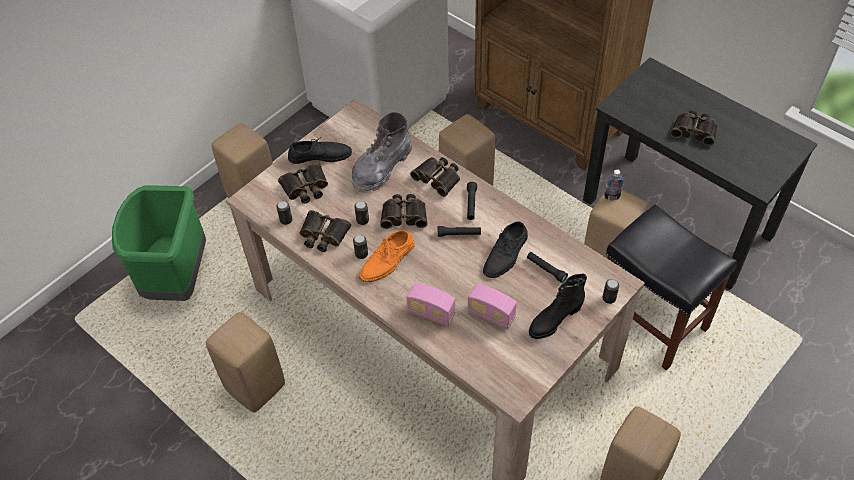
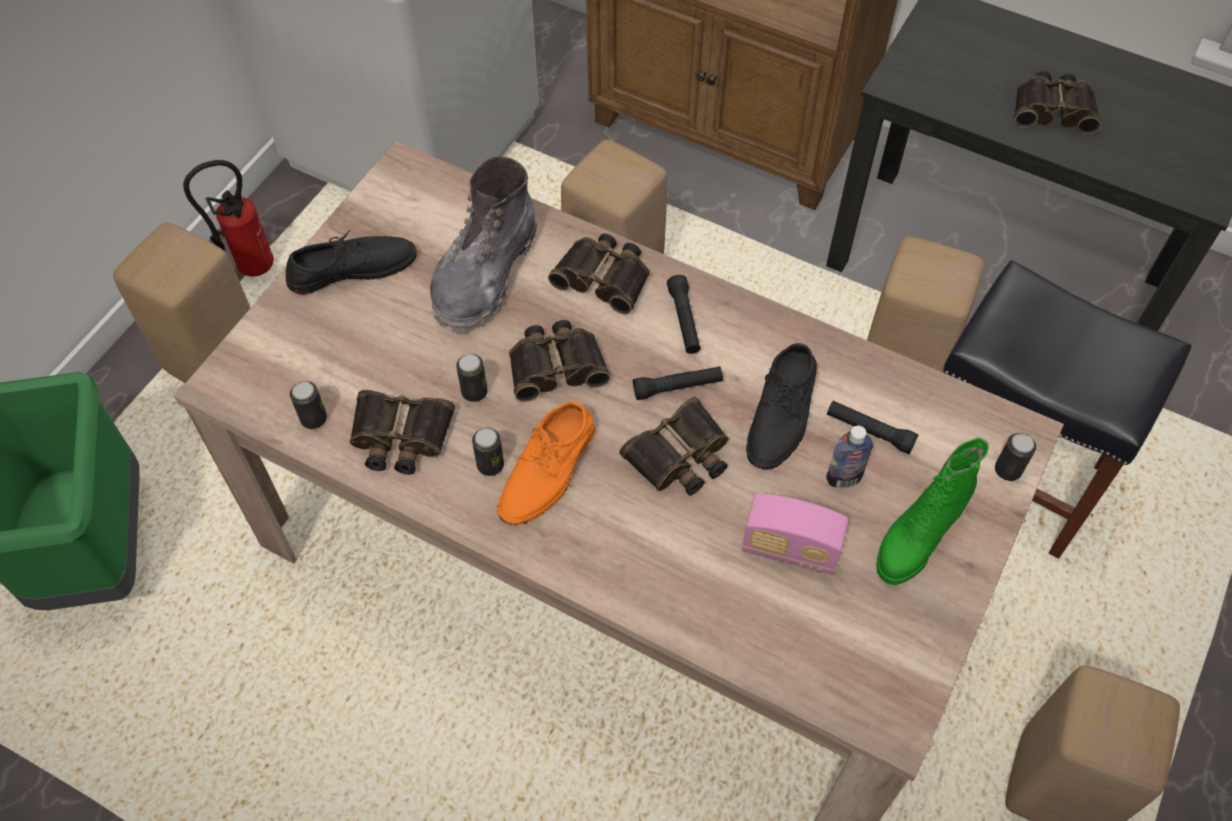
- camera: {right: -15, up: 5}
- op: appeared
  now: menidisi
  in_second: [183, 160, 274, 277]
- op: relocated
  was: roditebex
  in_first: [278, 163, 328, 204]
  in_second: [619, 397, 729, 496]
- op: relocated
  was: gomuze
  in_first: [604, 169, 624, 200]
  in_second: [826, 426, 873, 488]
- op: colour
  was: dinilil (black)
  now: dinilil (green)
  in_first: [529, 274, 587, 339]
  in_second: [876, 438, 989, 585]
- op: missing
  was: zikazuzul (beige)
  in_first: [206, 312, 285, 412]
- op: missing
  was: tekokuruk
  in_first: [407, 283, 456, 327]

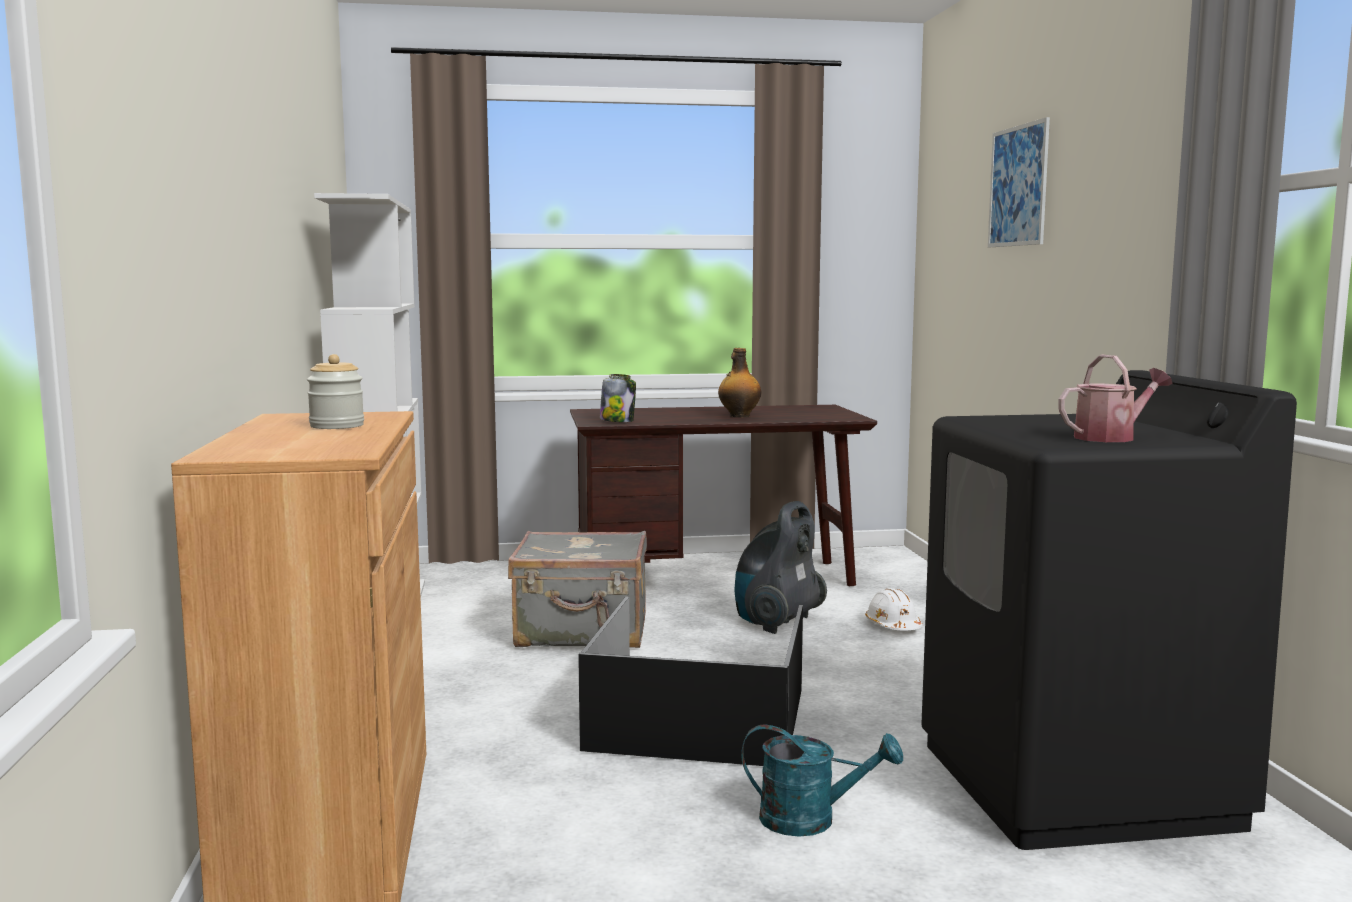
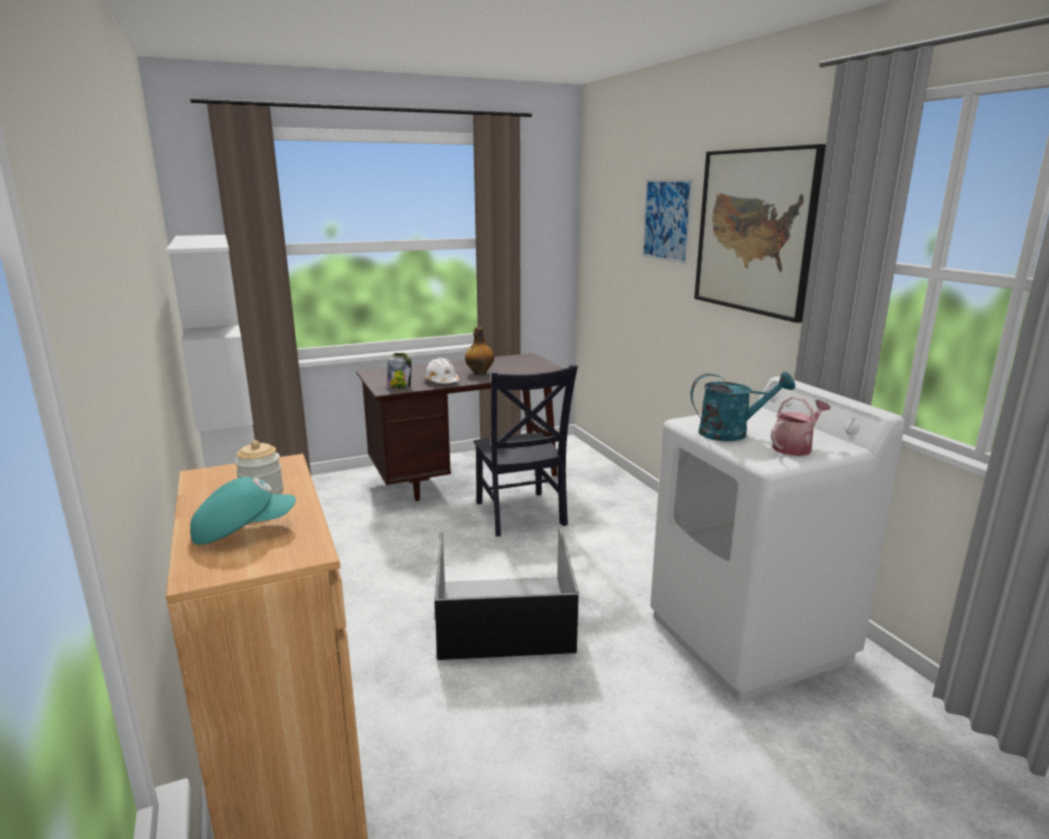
- camera: {right: -15, up: 10}
- op: appeared
  now: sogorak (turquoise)
  in_second: [190, 477, 296, 545]
- op: relocated
  was: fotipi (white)
  in_first: [865, 588, 922, 631]
  in_second: [424, 358, 460, 383]
- op: exchanged
  was: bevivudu
  now: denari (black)
  in_first: [735, 501, 827, 634]
  in_second: [473, 364, 578, 537]
- op: colour
  was: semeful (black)
  now: semeful (white)
  in_first: [921, 370, 1297, 850]
  in_second: [650, 376, 905, 701]
- op: relocated
  was: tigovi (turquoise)
  in_first: [741, 724, 903, 837]
  in_second: [691, 372, 795, 441]
- op: appeared
  now: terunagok
  in_second: [694, 144, 826, 323]
- op: missing
  was: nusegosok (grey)
  in_first: [508, 531, 647, 648]

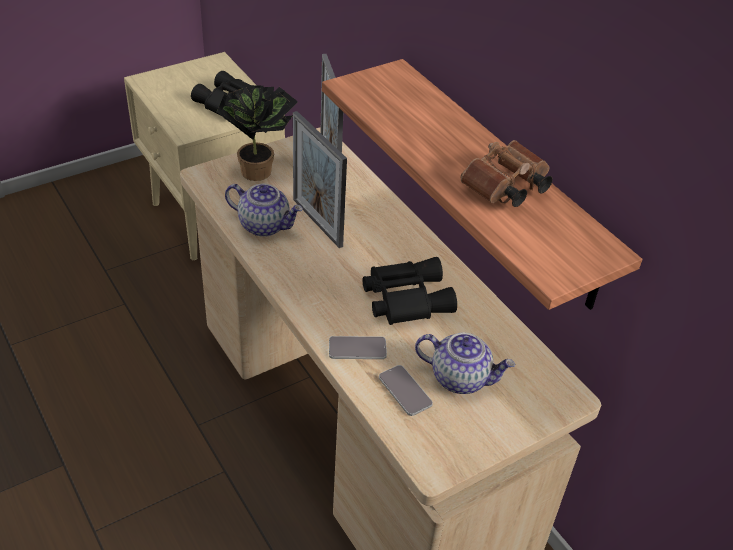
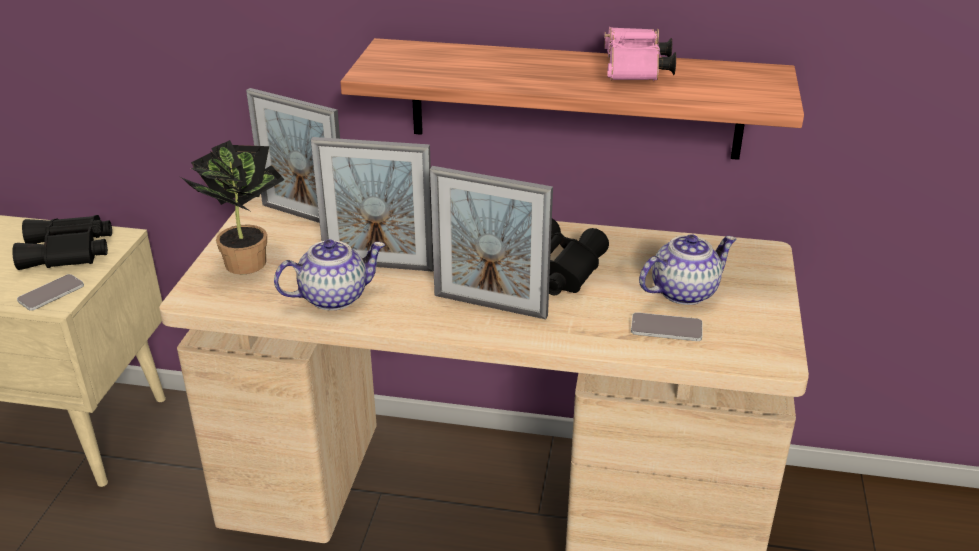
- camera: {right: -45, up: -10}
- op: relocated
  was: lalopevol
  in_first: [329, 336, 387, 359]
  in_second: [17, 274, 84, 311]
- op: appeared
  now: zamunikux
  in_second: [430, 166, 553, 319]
- op: colour
  was: roditebex (brown)
  now: roditebex (pink)
  in_first: [461, 140, 553, 207]
  in_second: [604, 27, 676, 81]

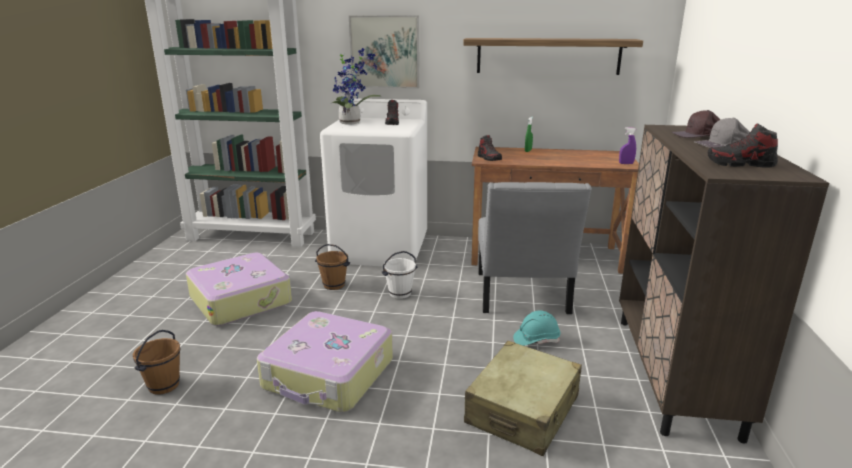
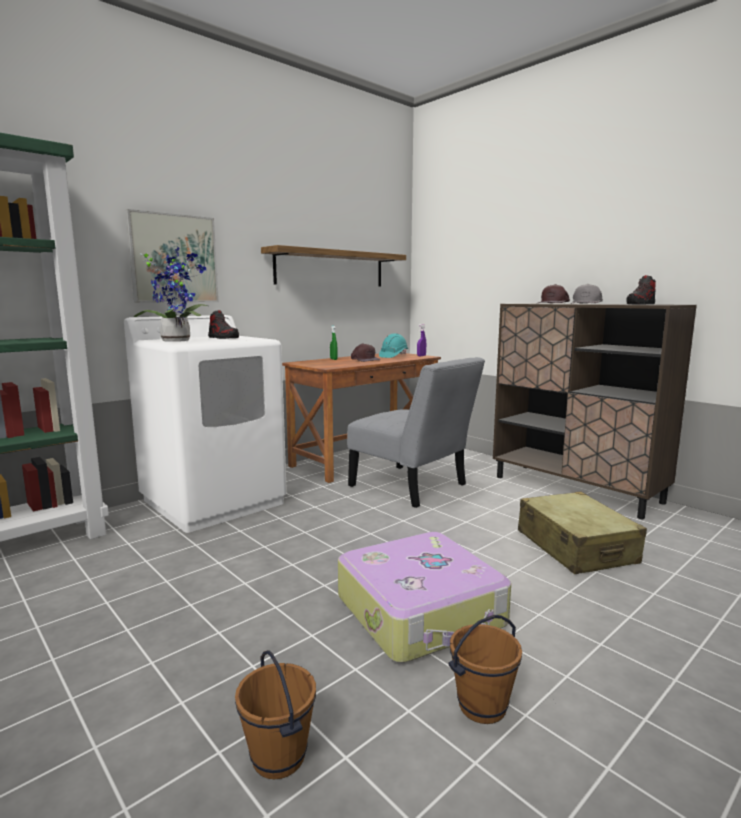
- camera: {right: -50, up: -10}
- op: appeared
  now: sogorak (brown)
  in_second: [351, 343, 381, 362]
- op: relocated
  was: fotipi (turquoise)
  in_first: [513, 310, 560, 346]
  in_second: [379, 333, 408, 358]
- op: relocated
  was: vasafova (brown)
  in_first: [315, 244, 350, 290]
  in_second: [448, 615, 522, 724]
- op: missing
  was: nusegosok
  in_first: [186, 253, 292, 326]
- op: missing
  was: vasafova (white)
  in_first: [382, 251, 417, 299]
- op: missing
  was: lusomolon
  in_first: [478, 135, 502, 161]

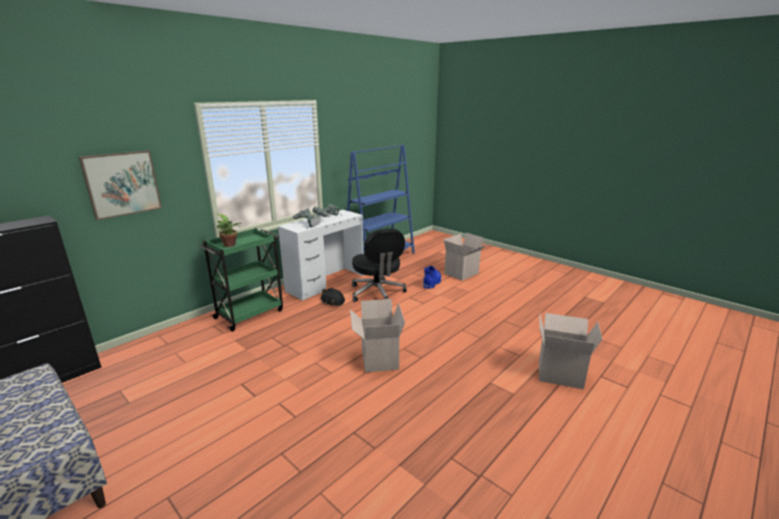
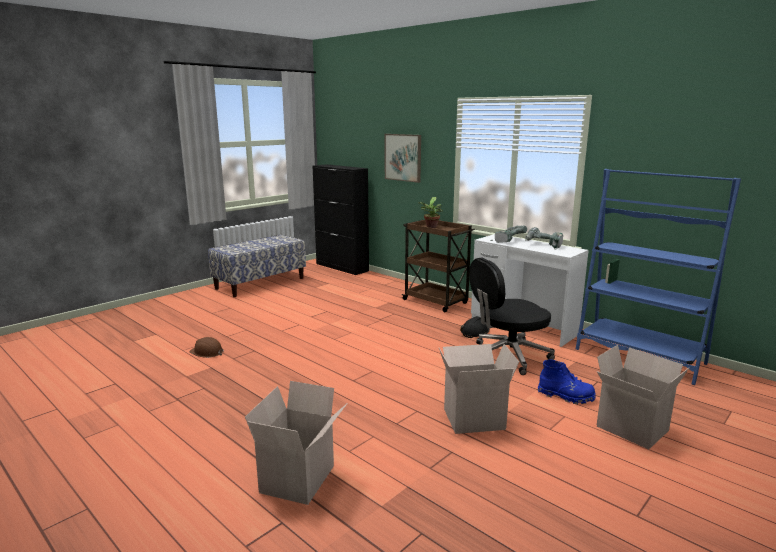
- camera: {right: 90, up: -5}
- op: appeared
  now: fotipi (brown)
  in_second: [189, 337, 224, 358]
- op: colour
  was: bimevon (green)
  now: bimevon (brown)
  in_first: [199, 228, 283, 332]
  in_second: [401, 220, 475, 312]
- op: relocated
  was: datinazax
  in_first: [350, 299, 405, 372]
  in_second: [439, 344, 519, 434]

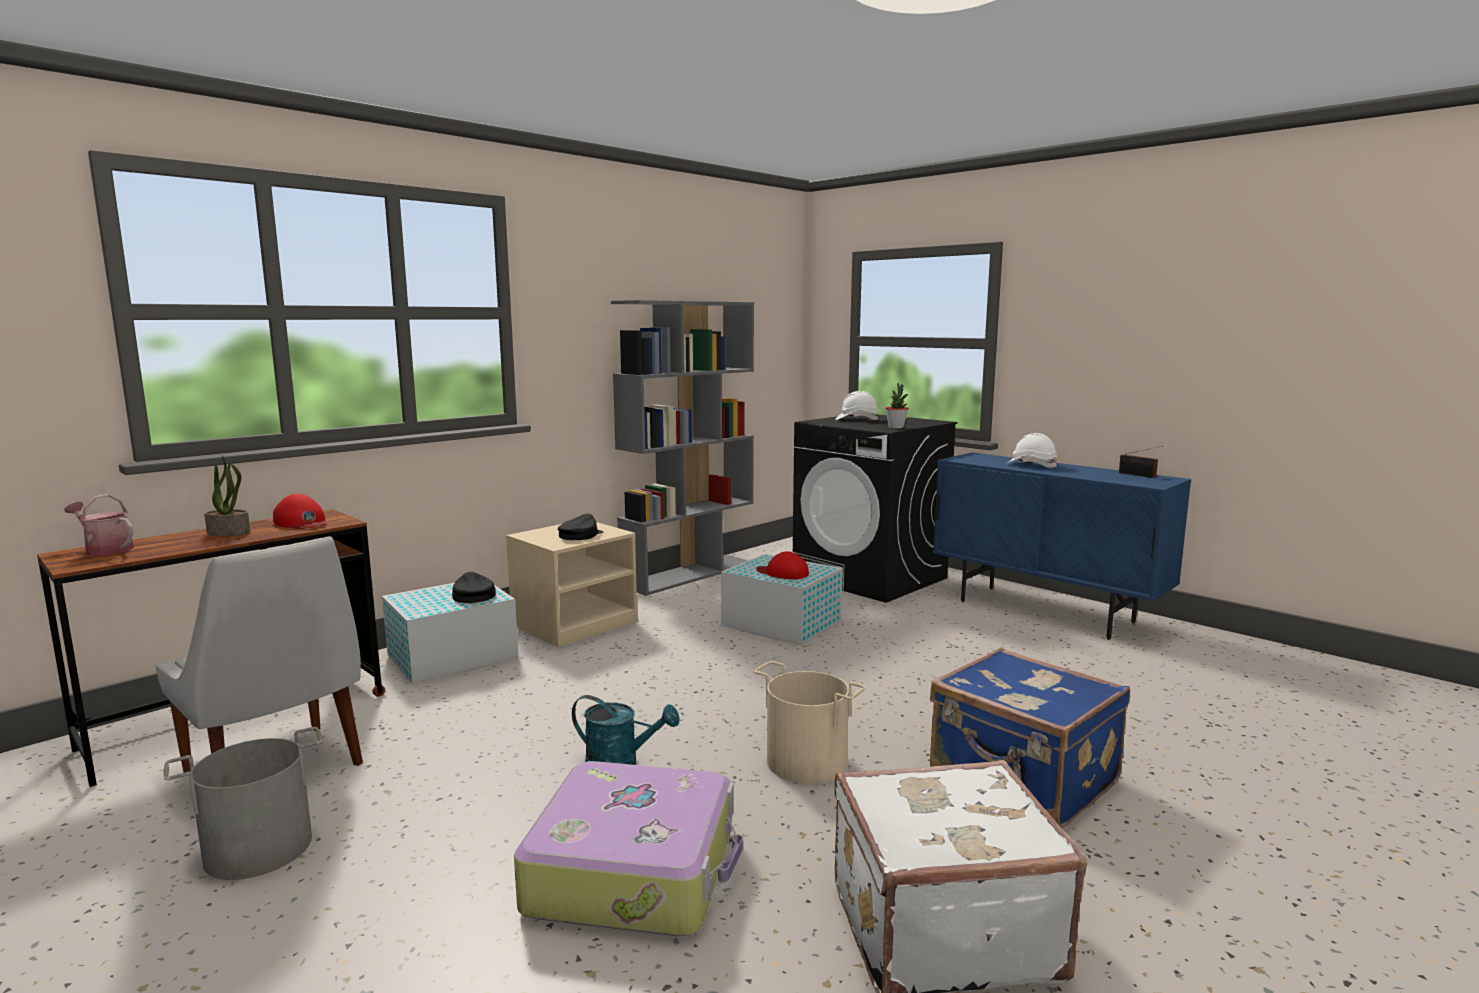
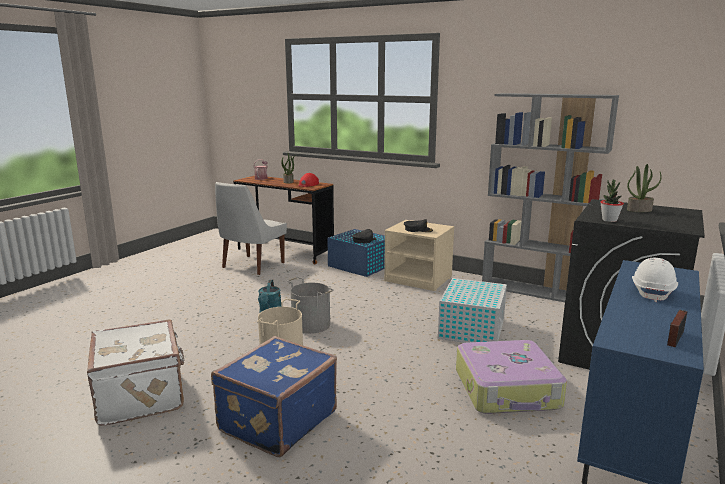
- camera: {right: 75, up: 5}
- op: relocated
  was: vasafova (grey)
  in_first: [164, 727, 322, 880]
  in_second: [287, 277, 334, 334]
- op: colour
  was: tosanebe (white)
  now: tosanebe (blue)
  in_first: [382, 583, 519, 684]
  in_second: [327, 229, 385, 277]
- op: relocated
  was: nusegosok
  in_first: [514, 761, 743, 936]
  in_second: [456, 340, 567, 414]
- op: exchanged
  was: fotipi (white)
  now: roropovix
  in_first: [835, 391, 879, 420]
  in_second: [627, 164, 662, 212]
- op: missing
  was: sogorak (red)
  in_first: [756, 551, 809, 579]

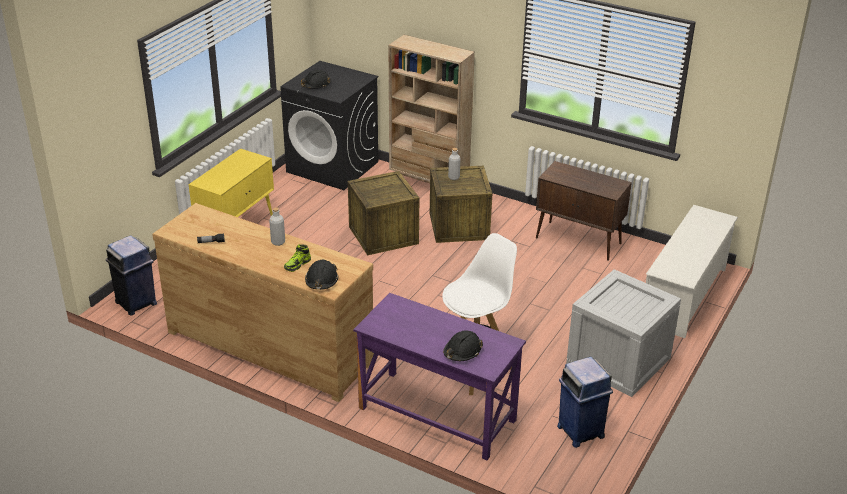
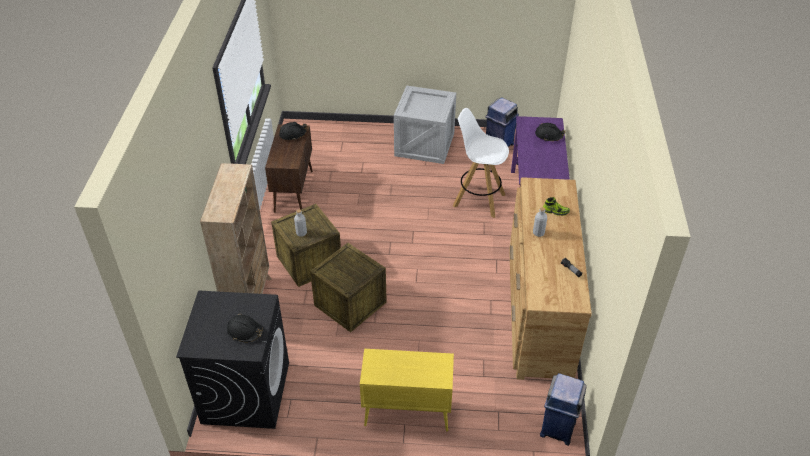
- camera: {right: -115, up: 10}
- op: relocated
  was: fotipi (black)
  in_first: [305, 260, 338, 290]
  in_second: [279, 122, 307, 140]
- op: missing
  was: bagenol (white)
  in_first: [646, 205, 738, 338]

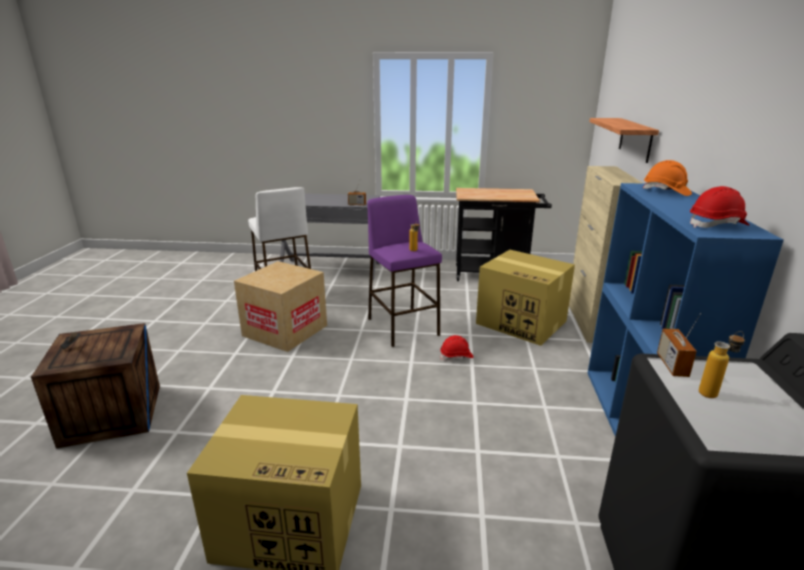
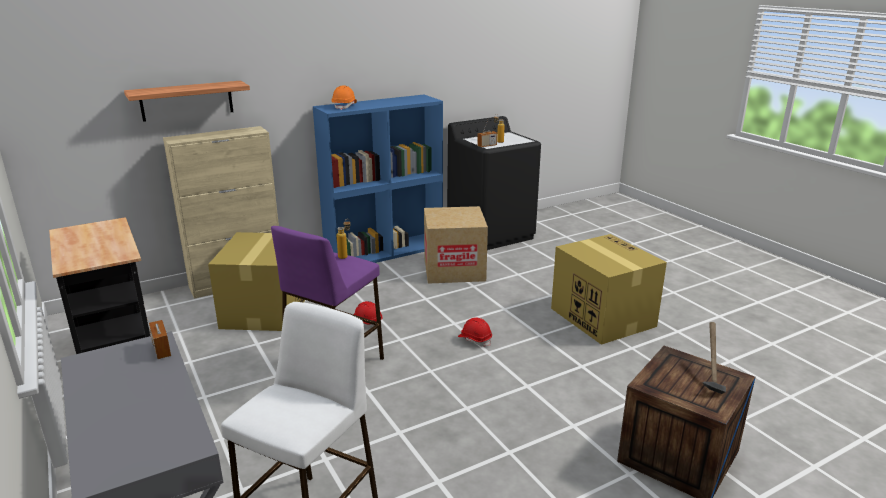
- camera: {right: -125, up: 0}
- op: relocated
  was: datinazax
  in_first: [234, 261, 327, 352]
  in_second: [424, 206, 488, 284]
- op: relocated
  was: fotipi (red)
  in_first: [690, 186, 749, 228]
  in_second: [458, 318, 492, 347]

